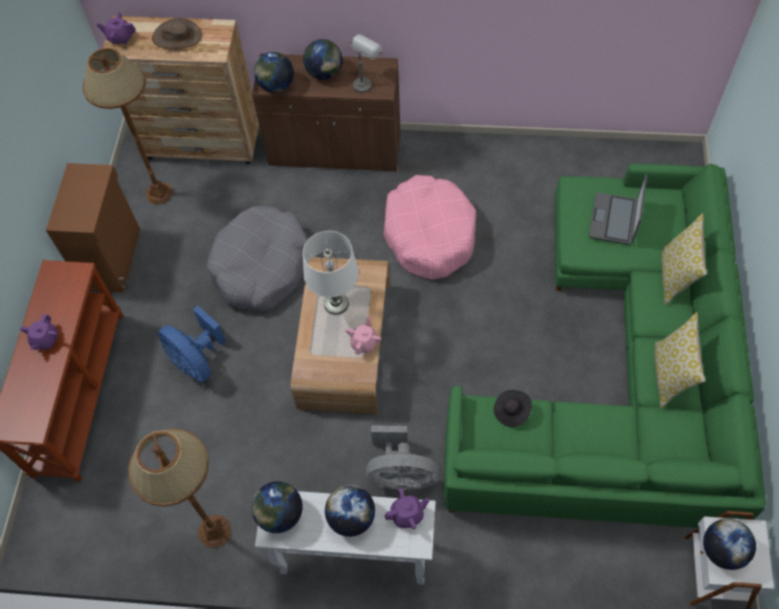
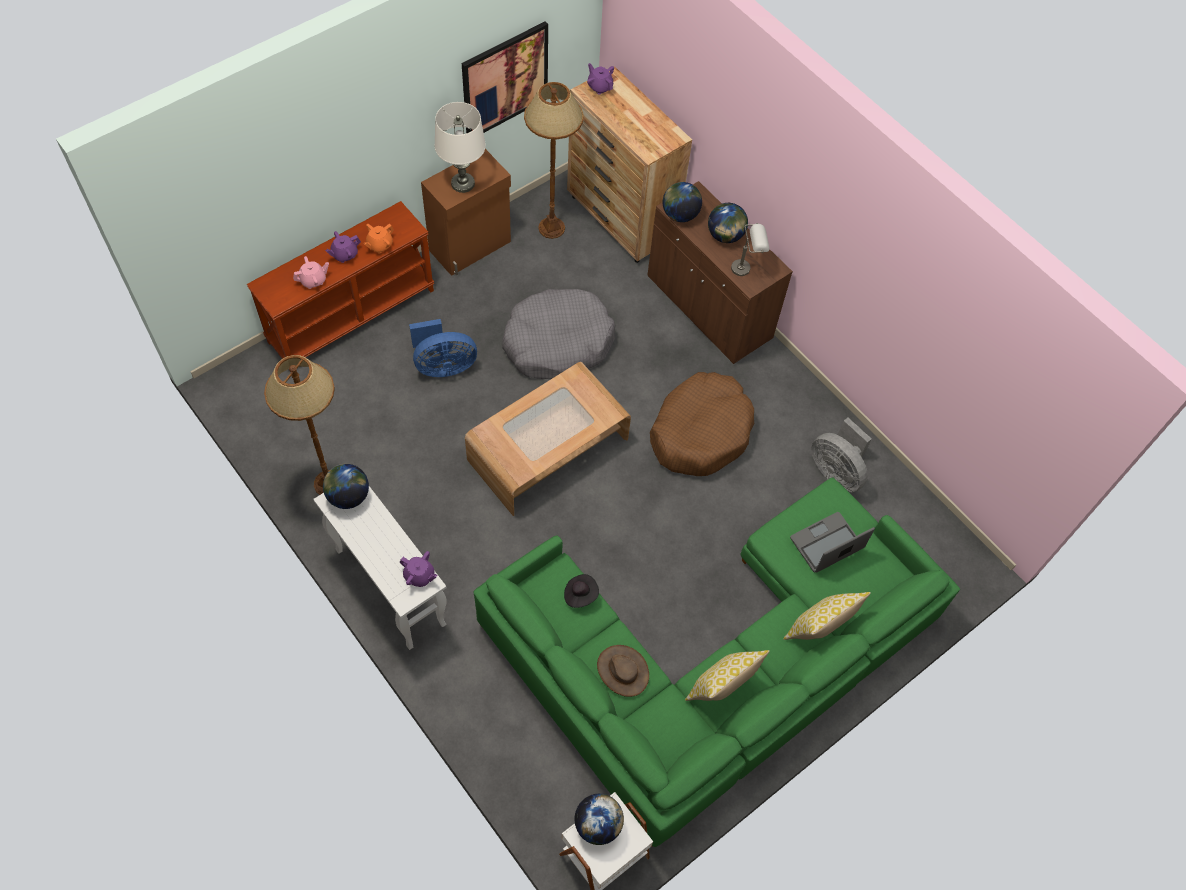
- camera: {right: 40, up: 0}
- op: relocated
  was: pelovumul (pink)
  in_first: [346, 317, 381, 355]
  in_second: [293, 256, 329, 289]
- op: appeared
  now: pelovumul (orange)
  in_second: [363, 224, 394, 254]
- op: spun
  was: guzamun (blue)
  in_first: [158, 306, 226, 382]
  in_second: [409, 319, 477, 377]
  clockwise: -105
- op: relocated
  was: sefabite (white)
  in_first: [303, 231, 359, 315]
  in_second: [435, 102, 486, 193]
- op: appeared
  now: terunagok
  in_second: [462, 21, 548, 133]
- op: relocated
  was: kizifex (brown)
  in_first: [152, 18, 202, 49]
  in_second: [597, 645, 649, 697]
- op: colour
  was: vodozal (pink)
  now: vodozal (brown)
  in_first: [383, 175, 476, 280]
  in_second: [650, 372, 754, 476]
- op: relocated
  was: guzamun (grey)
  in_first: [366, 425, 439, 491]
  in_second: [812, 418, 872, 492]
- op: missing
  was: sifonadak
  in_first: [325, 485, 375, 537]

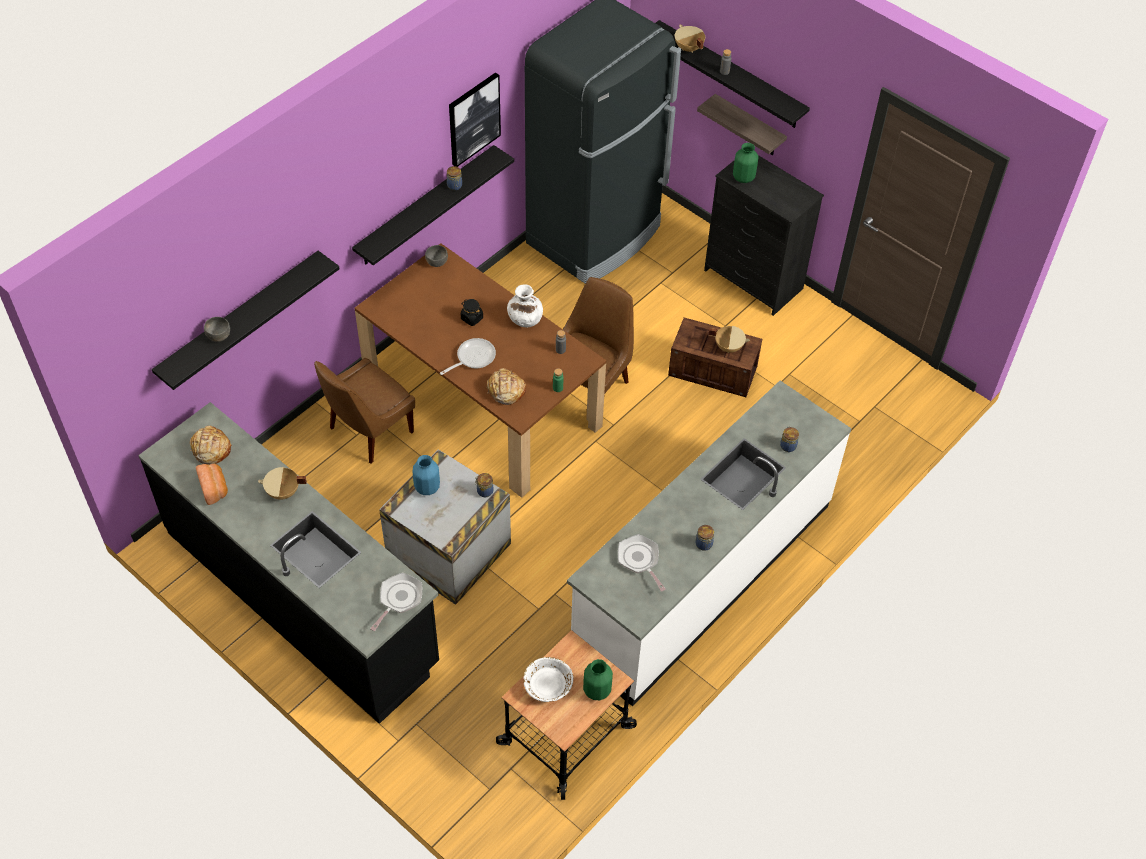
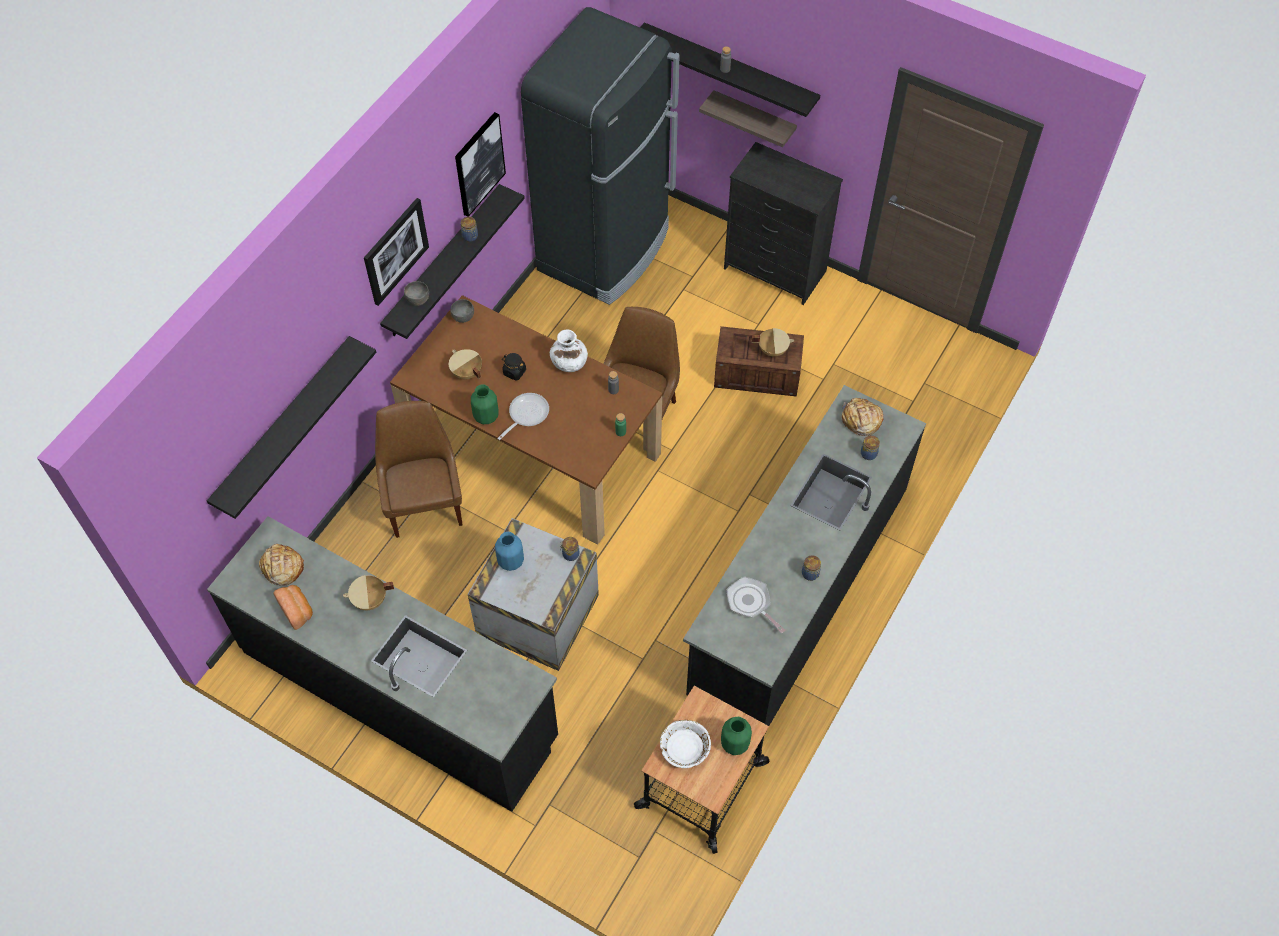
- camera: {right: -10, up: 5}
- op: appeared
  now: terunagok
  in_second: [364, 198, 429, 306]
- op: spun
  was: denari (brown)
  in_first: [314, 358, 415, 464]
  in_second: [375, 401, 463, 538]
  clockwise: 135
- op: relocated
  was: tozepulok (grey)
  in_first: [204, 317, 230, 342]
  in_second: [404, 281, 429, 306]
- op: relocated
  was: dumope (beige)
  in_first: [675, 25, 705, 53]
  in_second: [449, 349, 482, 380]
- op: relocated
  was: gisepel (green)
  in_first: [733, 143, 758, 183]
  in_second: [471, 384, 499, 424]
- op: colour
  was: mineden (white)
  now: mineden (black)
  in_first: [567, 381, 852, 706]
  in_second: [683, 385, 926, 726]
- op: relocated
  was: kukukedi
  in_first: [487, 368, 526, 405]
  in_second: [842, 398, 883, 436]
- op: missing
  was: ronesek
  in_first: [370, 572, 422, 631]

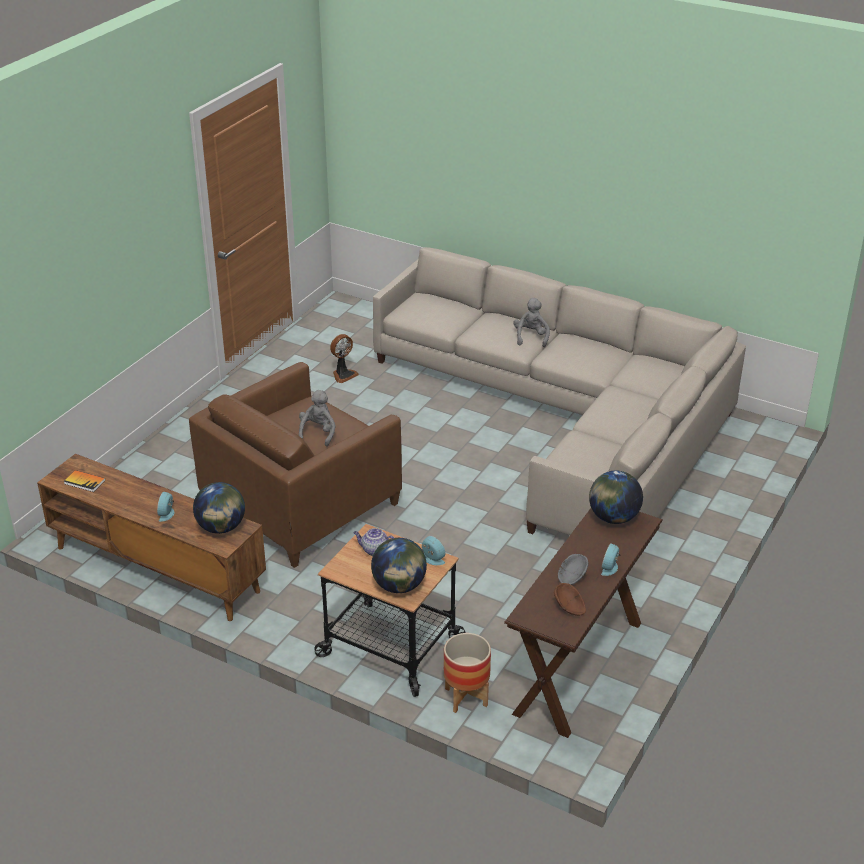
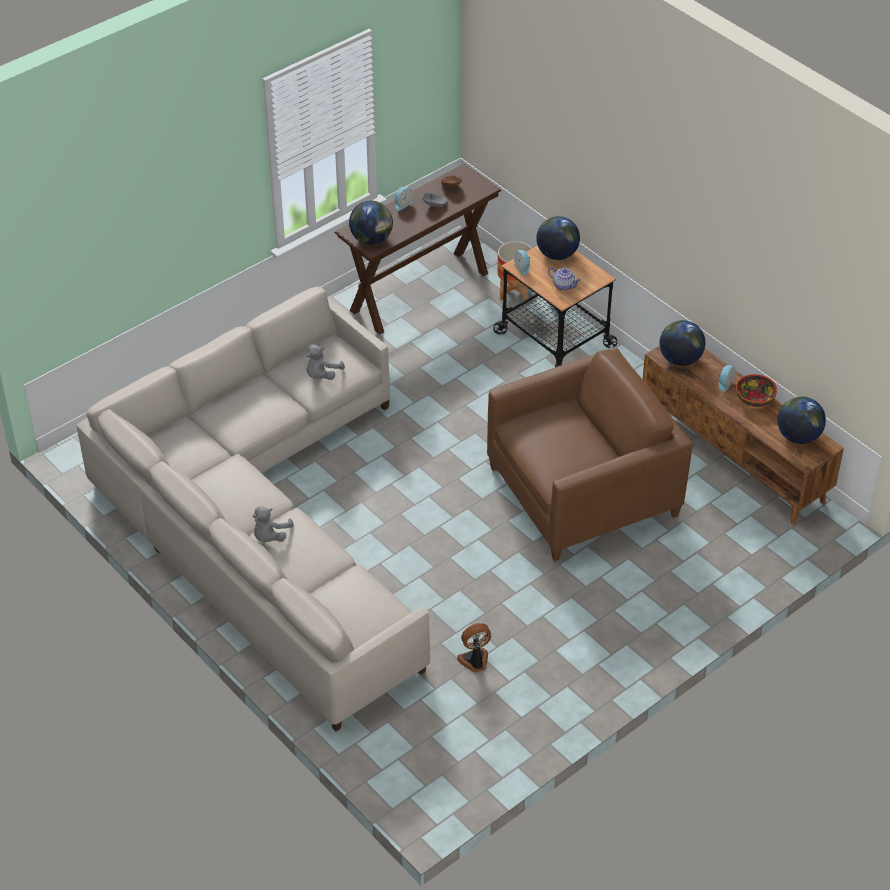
- camera: {right: -160, up: 10}
- op: relocated
  was: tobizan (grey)
  in_first: [298, 390, 336, 446]
  in_second: [307, 345, 345, 380]
- op: appeared
  now: tozepulok
  in_second: [736, 374, 777, 407]
- op: exchanged
  was: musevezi
  now: sifonadak
  in_first: [63, 470, 105, 492]
  in_second: [778, 397, 826, 444]

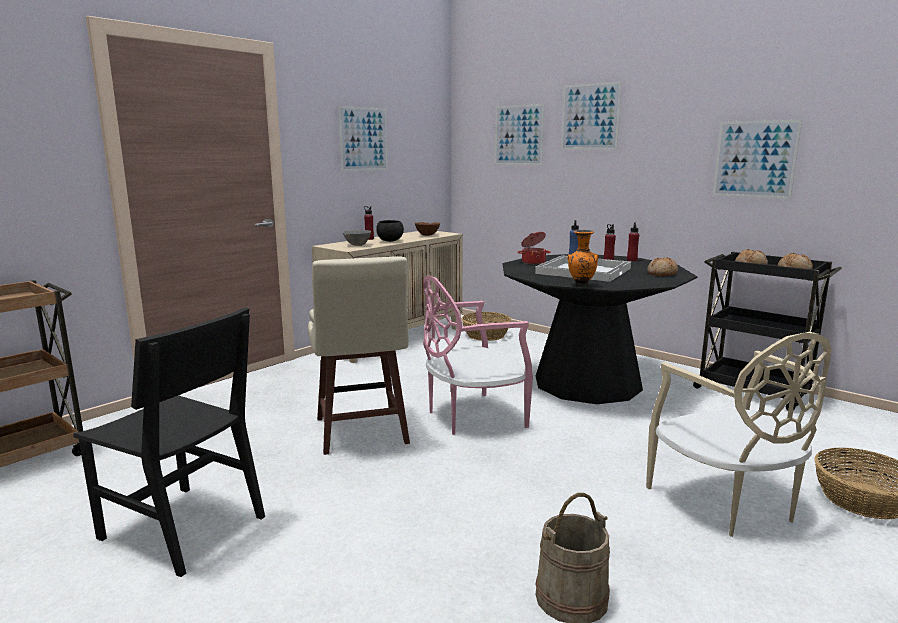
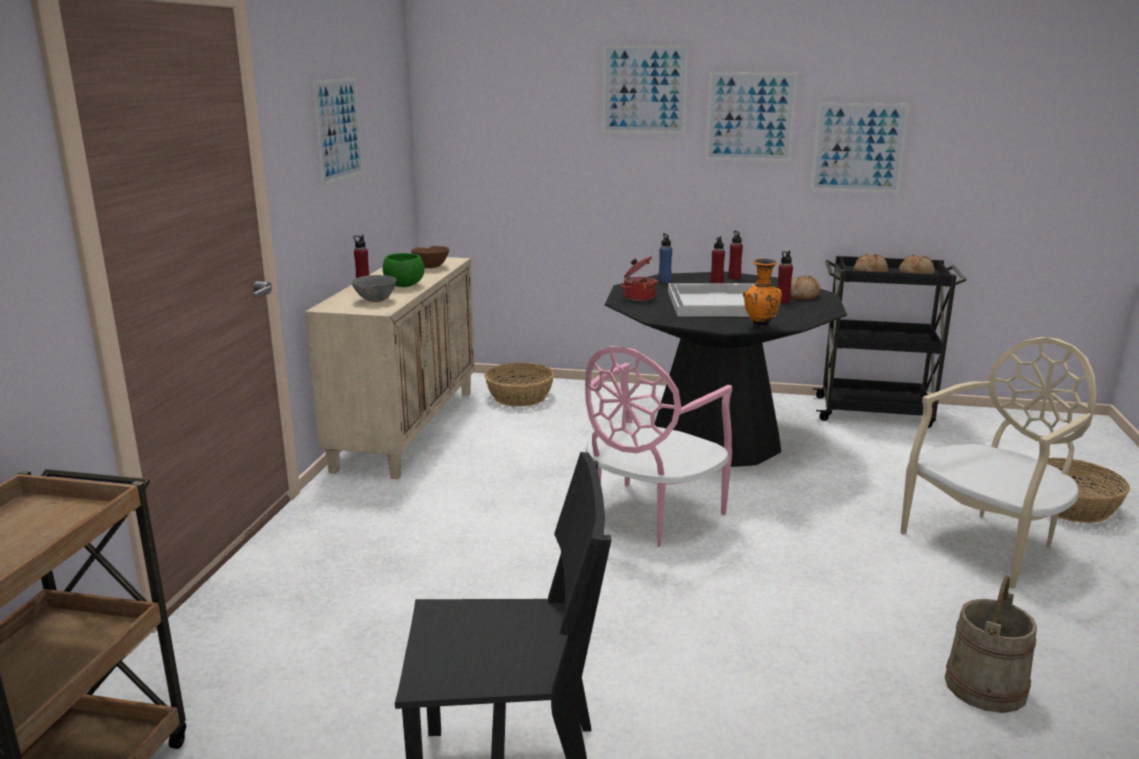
- camera: {right: -30, up: 5}
- op: colour
  was: tozepulok (black)
  now: tozepulok (green)
  in_first: [376, 220, 404, 242]
  in_second: [383, 253, 425, 287]
- op: relocated
  was: terunagok
  in_first: [495, 104, 544, 165]
  in_second: [705, 72, 798, 162]
- op: appeared
  now: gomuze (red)
  in_second: [777, 251, 793, 304]
- op: spun
  was: denari (beige)
  in_first: [646, 332, 831, 537]
  in_second: [900, 337, 1097, 589]
  clockwise: -75
- op: missing
  was: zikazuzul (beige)
  in_first: [308, 256, 410, 455]

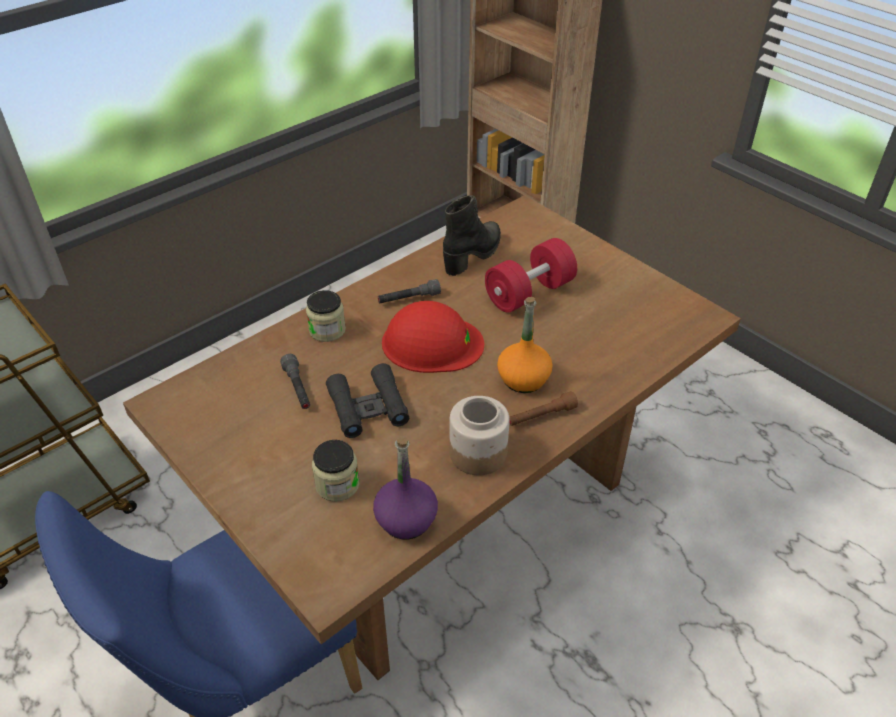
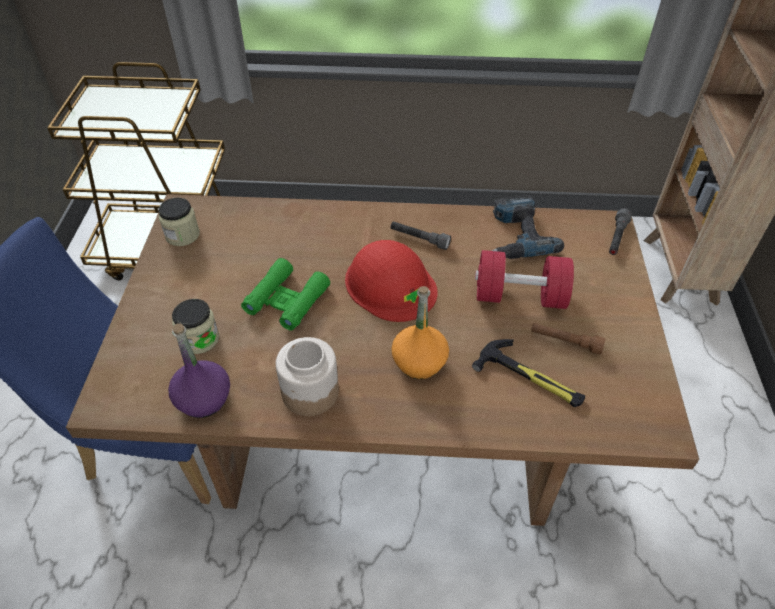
- camera: {right: 45, up: 5}
- op: relocated
  was: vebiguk
  in_first: [306, 290, 346, 342]
  in_second: [158, 197, 200, 246]
- op: colour
  was: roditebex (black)
  now: roditebex (green)
  in_first: [326, 363, 409, 438]
  in_second: [241, 258, 330, 331]
- op: appeared
  now: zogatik
  in_second: [472, 339, 585, 407]
- op: exchanged
  was: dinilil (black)
  now: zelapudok
  in_first: [443, 195, 501, 276]
  in_second: [492, 195, 564, 259]
- op: relocated
  was: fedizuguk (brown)
  in_first: [509, 391, 578, 426]
  in_second: [531, 323, 605, 355]
- op: relocated
  was: fedizuguk (grey)
  in_first: [280, 354, 310, 409]
  in_second: [609, 208, 632, 255]

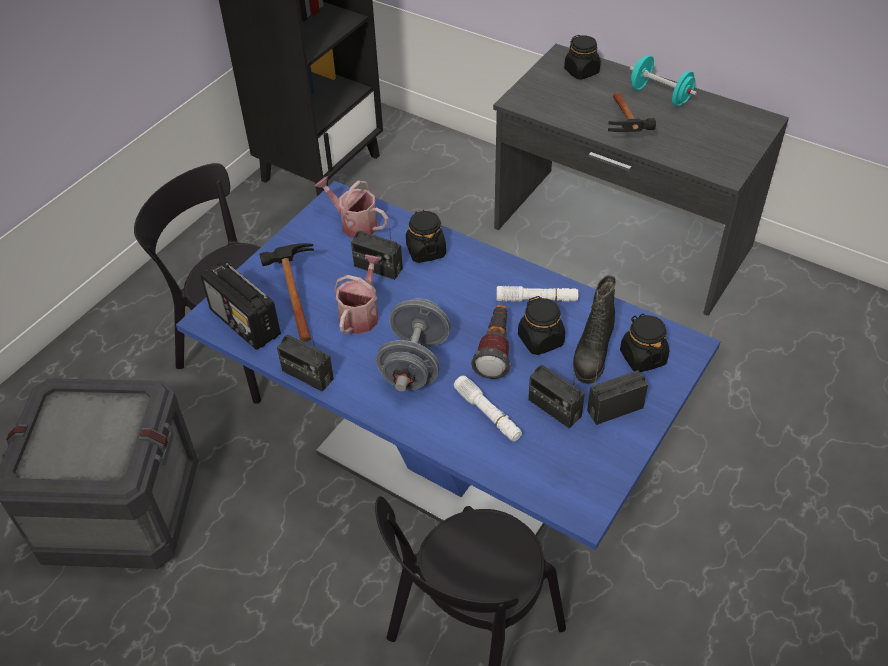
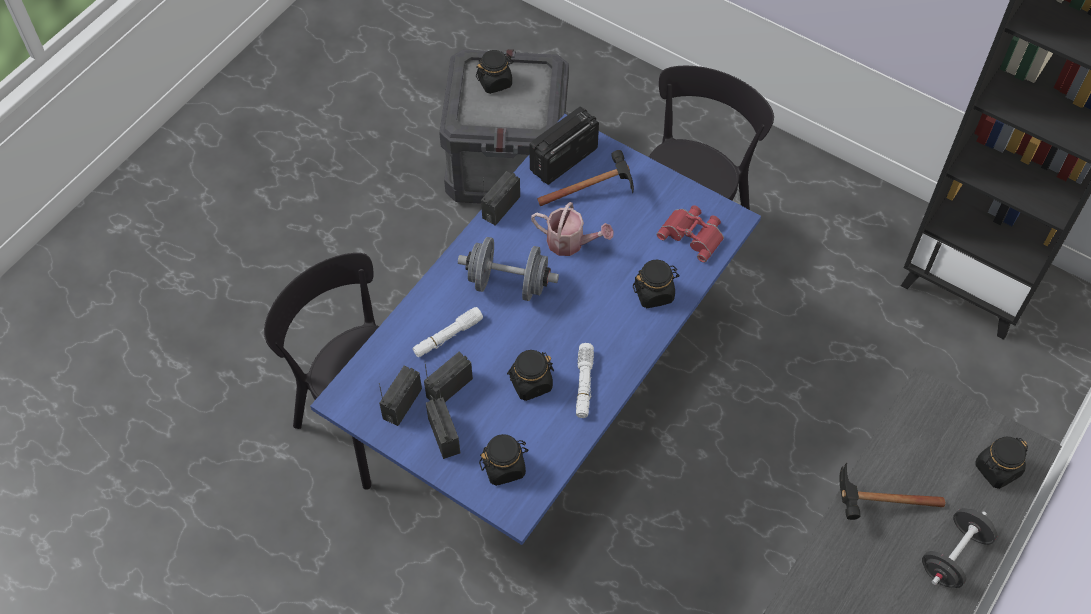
- camera: {right: 90, up: 10}
- op: relocated
  was: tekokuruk
  in_first: [351, 224, 403, 280]
  in_second: [379, 366, 422, 426]
- op: appeared
  now: vebiguk (black)
  in_second: [476, 50, 514, 94]
- op: exchanged
  was: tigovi
  now: roditebex (red)
  in_first: [314, 176, 388, 238]
  in_second: [657, 205, 724, 262]
- op: colour
  was: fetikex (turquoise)
  now: fetikex (black)
  in_first: [630, 55, 697, 106]
  in_second: [922, 508, 997, 588]
- op: missing
  was: fedizuguk
  in_first: [471, 305, 511, 379]
- op: missing
  was: dinilil (black)
  in_first: [573, 275, 616, 384]

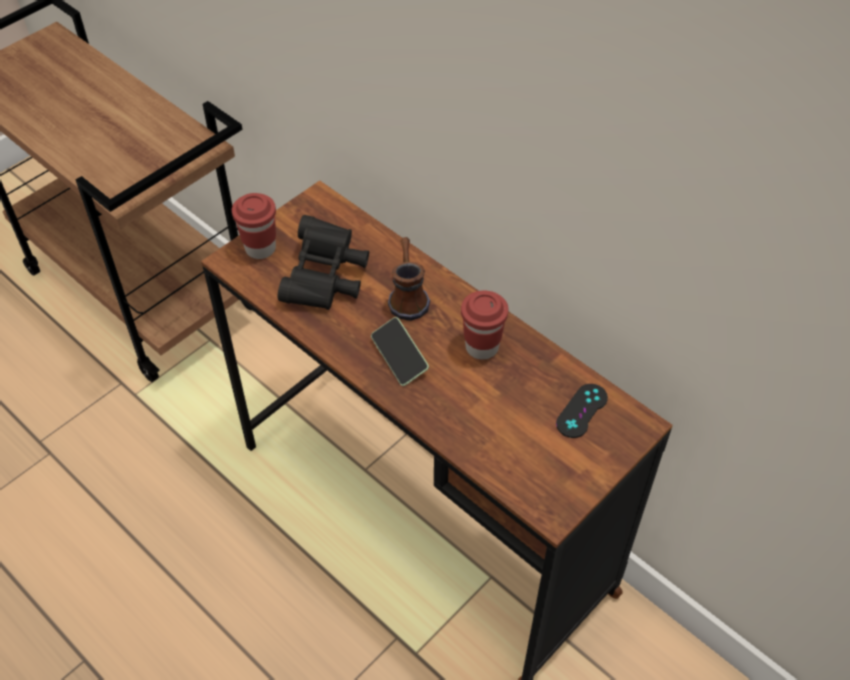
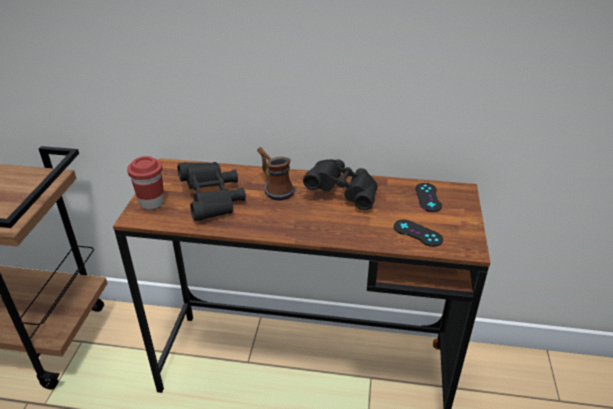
- camera: {right: -35, up: -15}
- op: exchanged
  was: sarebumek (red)
  now: roditebex (black)
  in_first: [461, 291, 508, 360]
  in_second: [303, 159, 378, 210]
- op: appeared
  now: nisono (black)
  in_second: [394, 219, 443, 247]
- op: missing
  was: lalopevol
  in_first: [371, 317, 429, 386]

